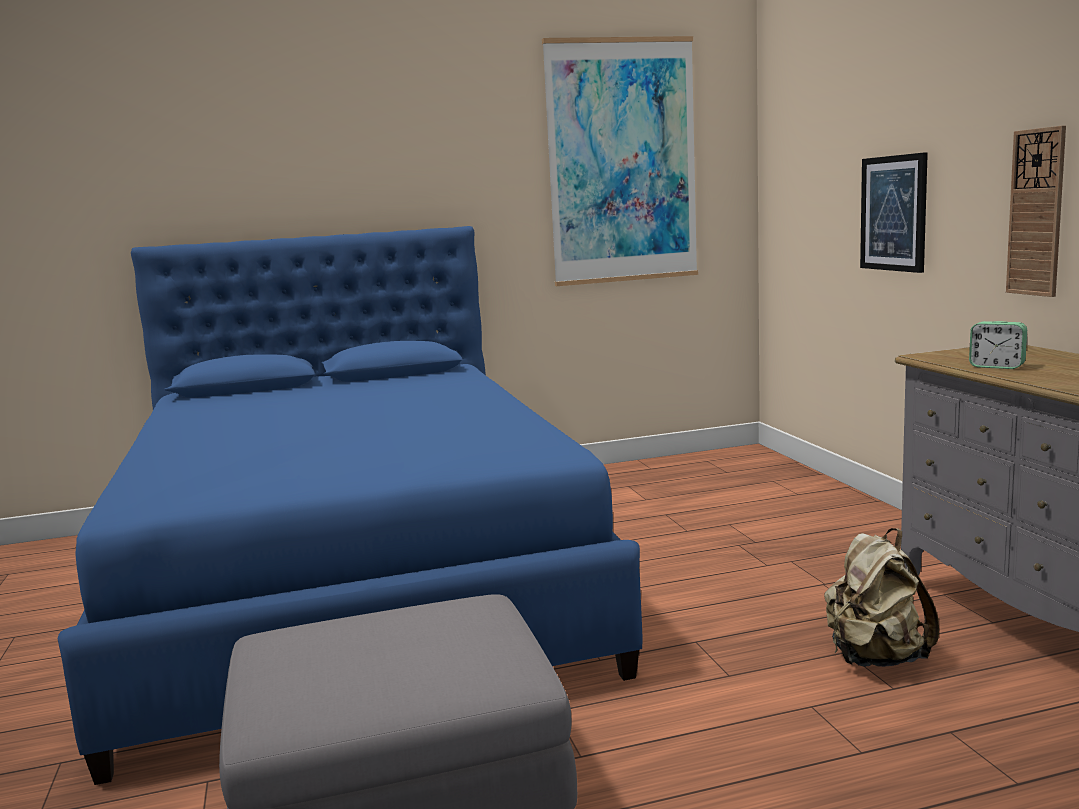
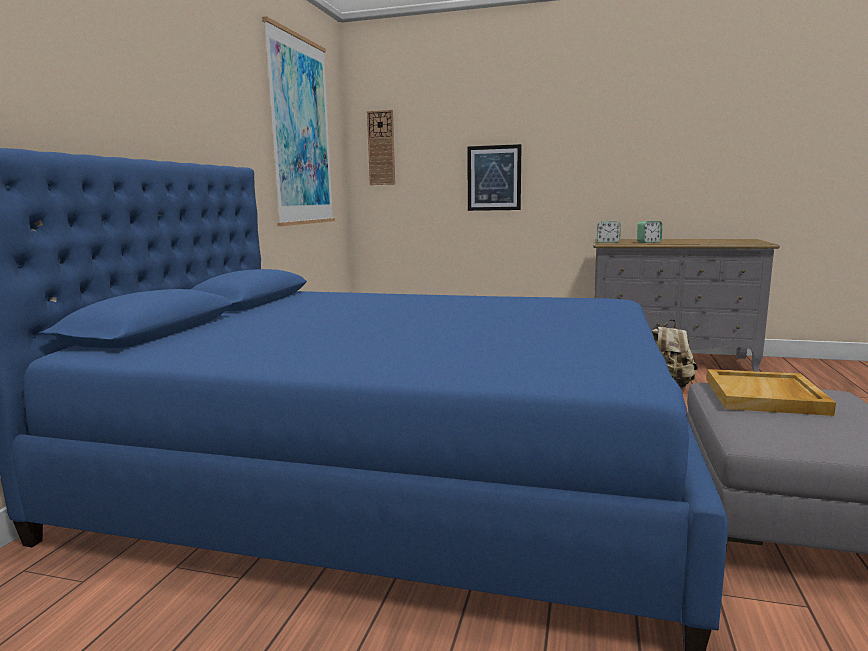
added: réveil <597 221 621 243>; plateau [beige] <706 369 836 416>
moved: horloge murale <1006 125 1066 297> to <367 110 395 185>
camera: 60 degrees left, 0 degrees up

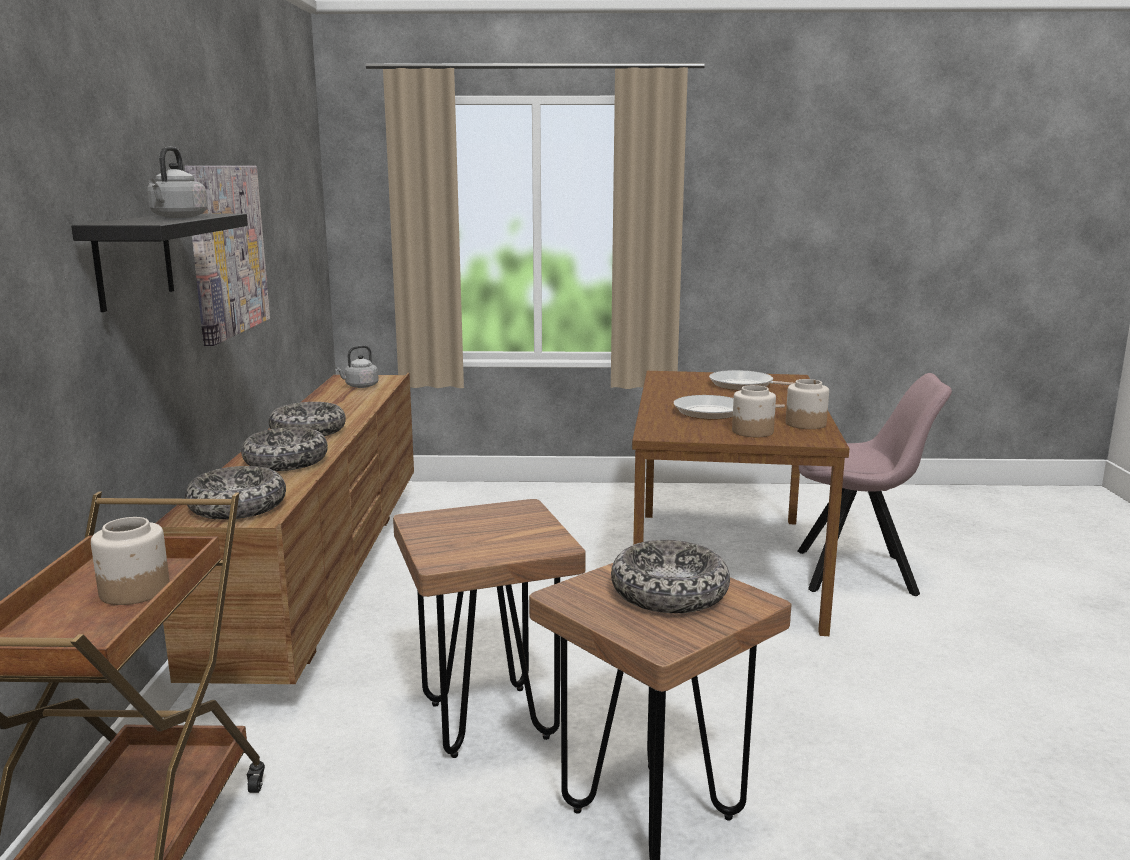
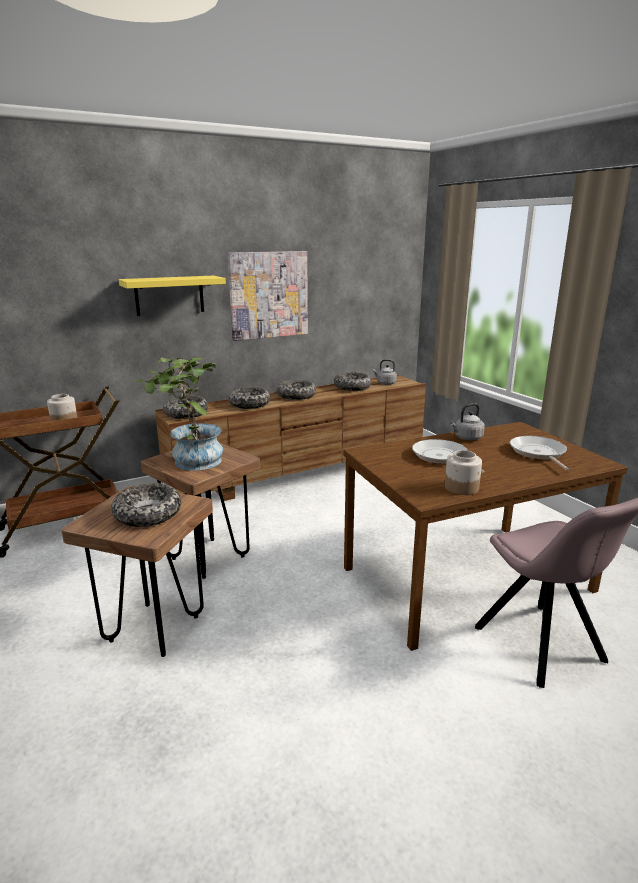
removed: bocal <732 385 776 437>
added: plante en pot <135 358 223 471>; bol <334 372 372 391>
moved: bouilloire [gris] <147 147 208 218> to <450 403 485 440>
recoloured: étagère [noir] <71 213 248 312> to étagère [jaune] <119 276 226 316>
camera: 60 degrees right, 5 degrees up

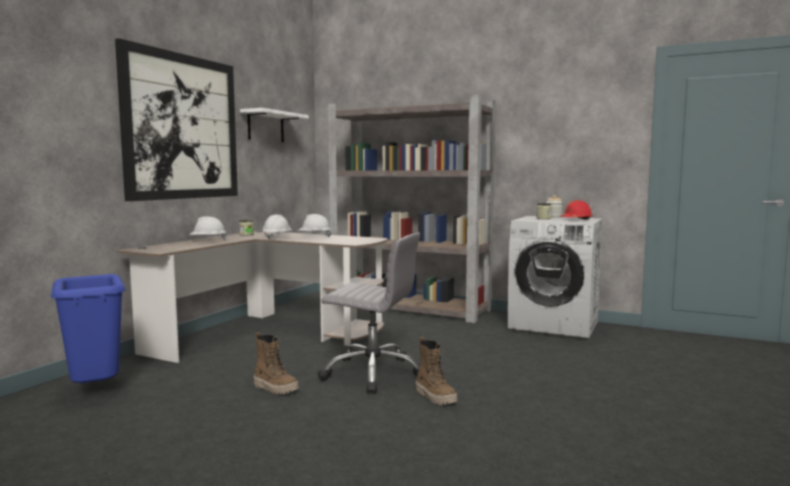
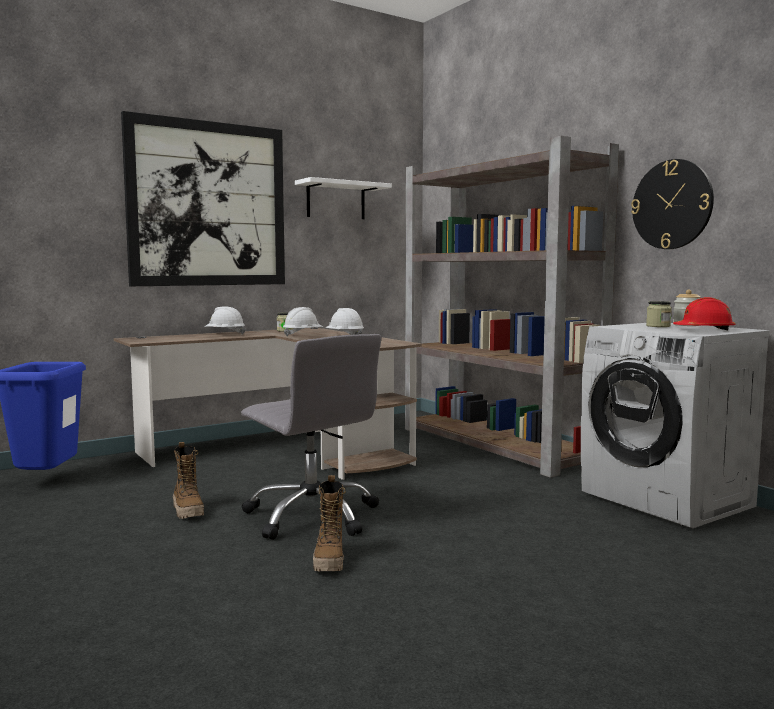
added: horloge murale <631 159 714 249>
camera: 30 degrees right, 0 degrees up

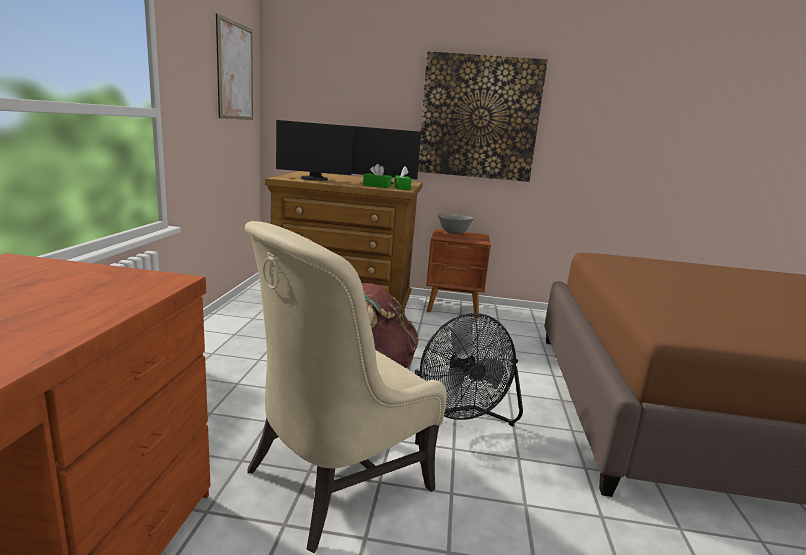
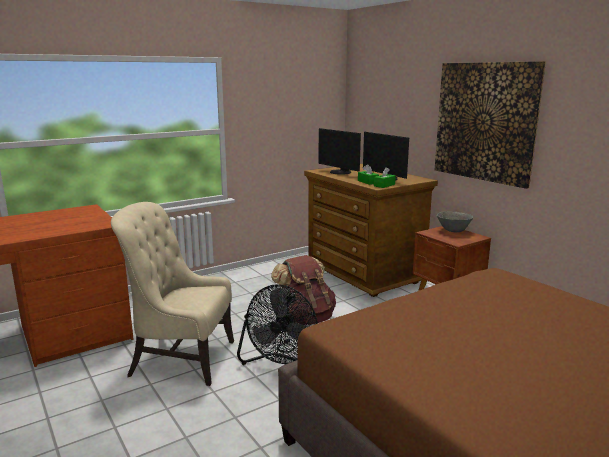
removed: tableau <216 13 253 120>
camera: 50 degrees right, 0 degrees up

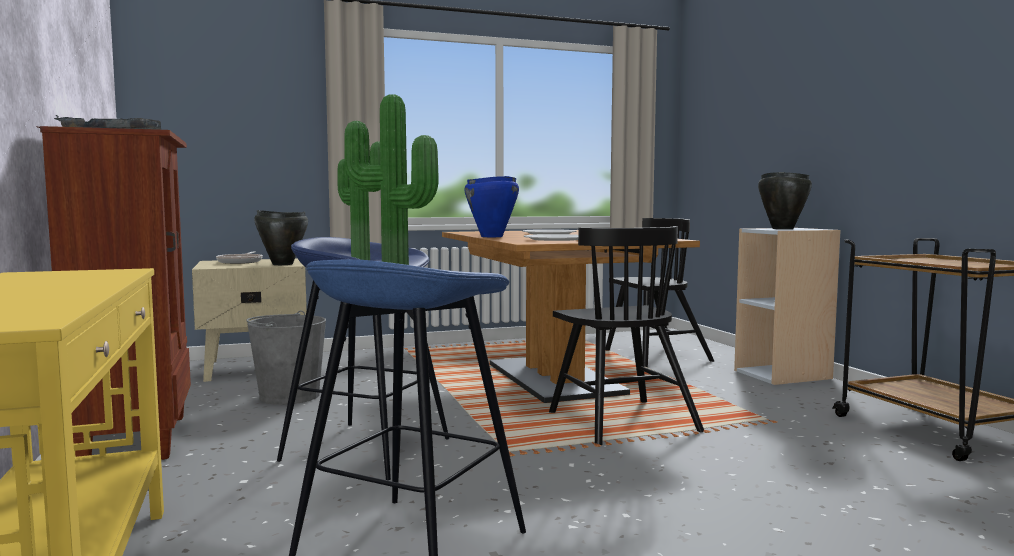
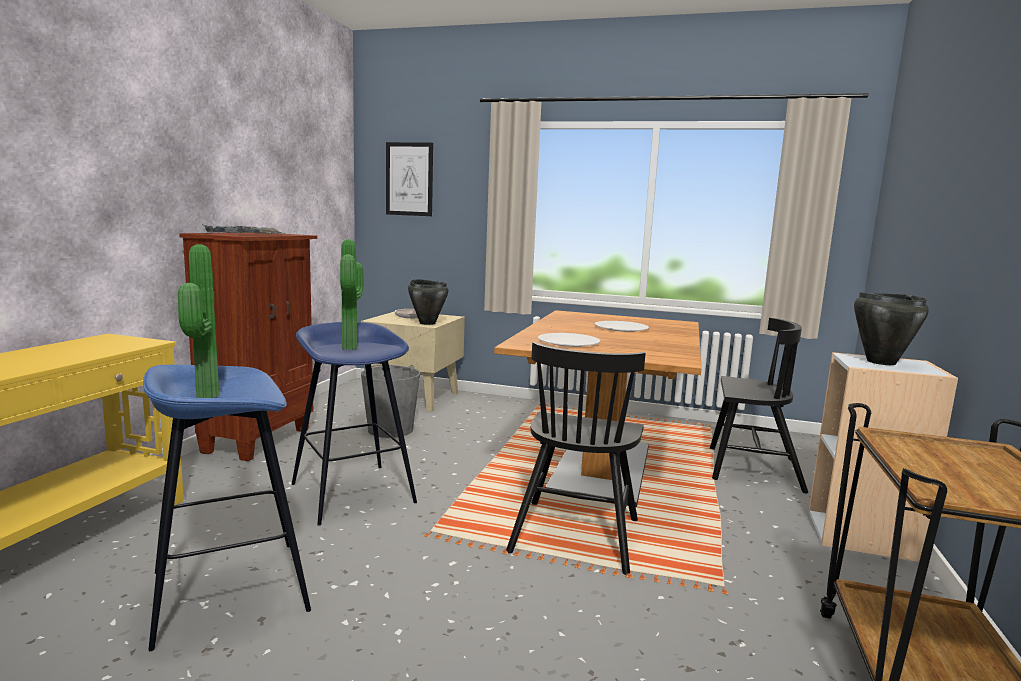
removed: marmite [bleu] <465 176 519 237>
added: tableau <386 142 433 216>
camera: 35 degrees right, 5 degrees up

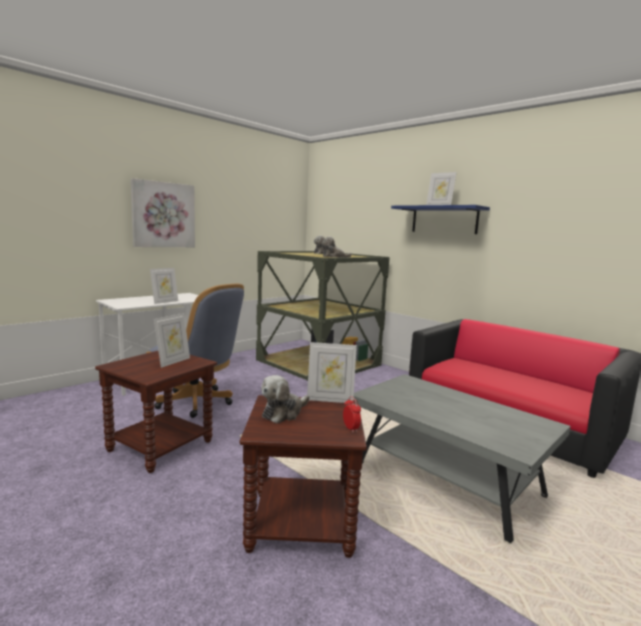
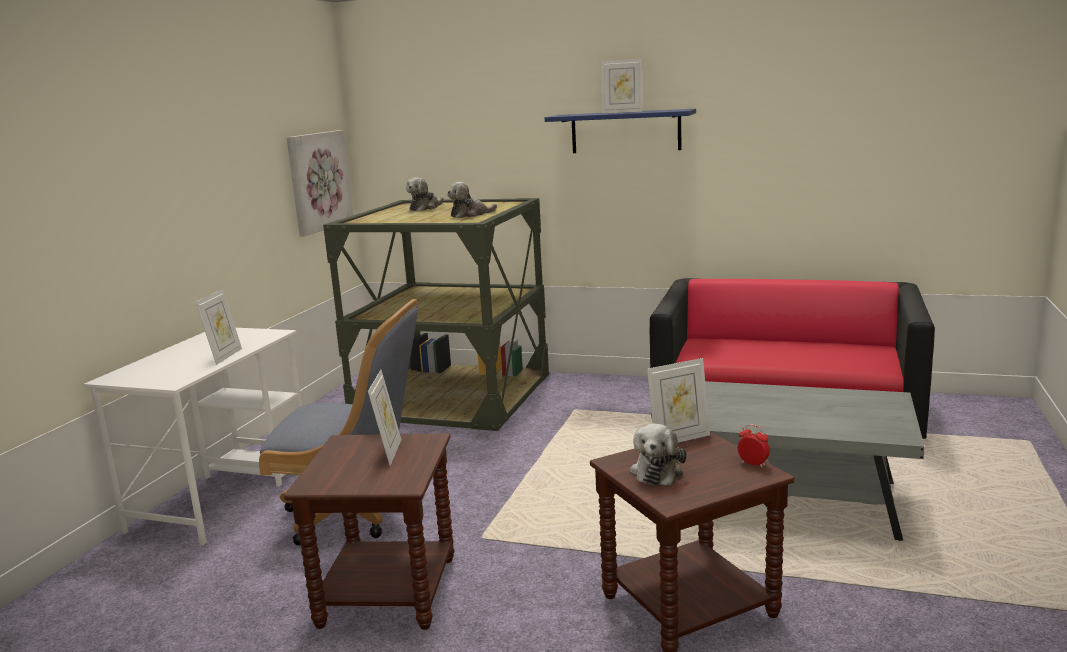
moved: tableau <131 178 195 247> to <287 130 353 237>
camera: 25 degrees left, 5 degrees up

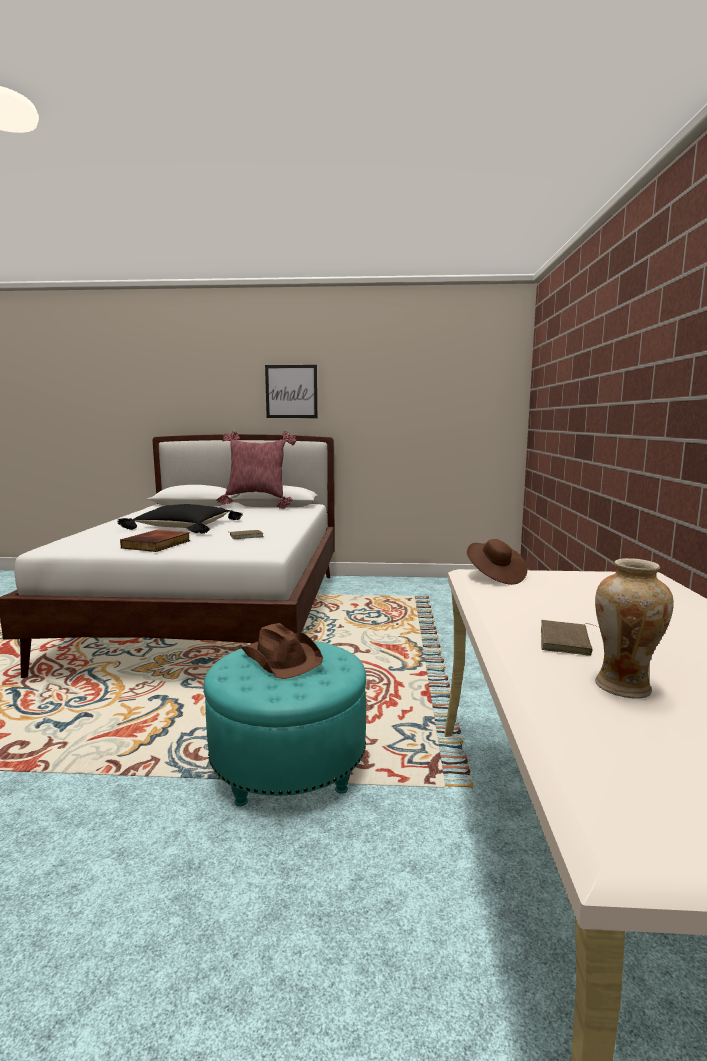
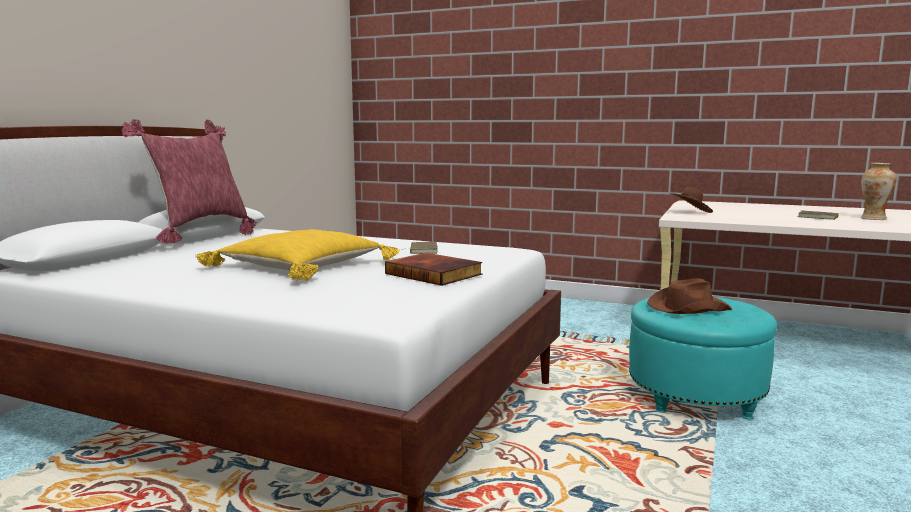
removed: tableau <265 365 318 418>
recoloured: coussin [noir] <117 504 243 534> to coussin [jaune] <195 229 400 281>
camera: 70 degrees left, 0 degrees up

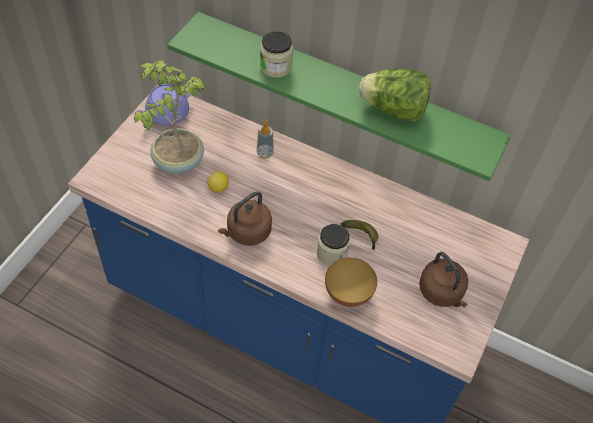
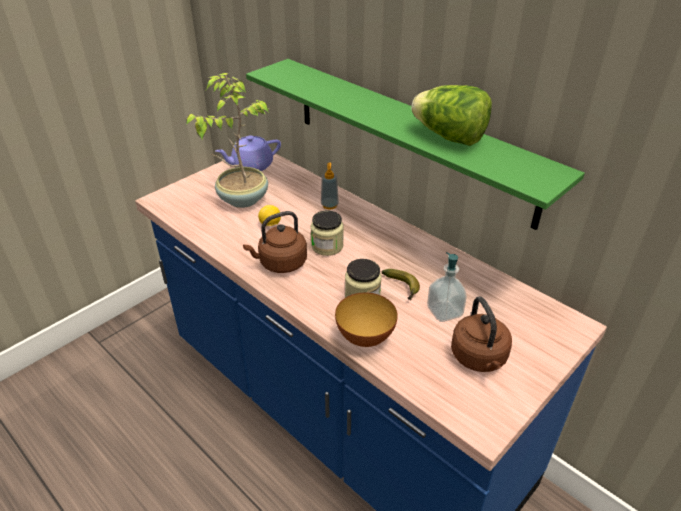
added: distributeur de savon <427 252 467 322>
moved: bocal <260 31 293 78> to <311 210 344 256>
camera: 20 degrees right, 15 degrees down

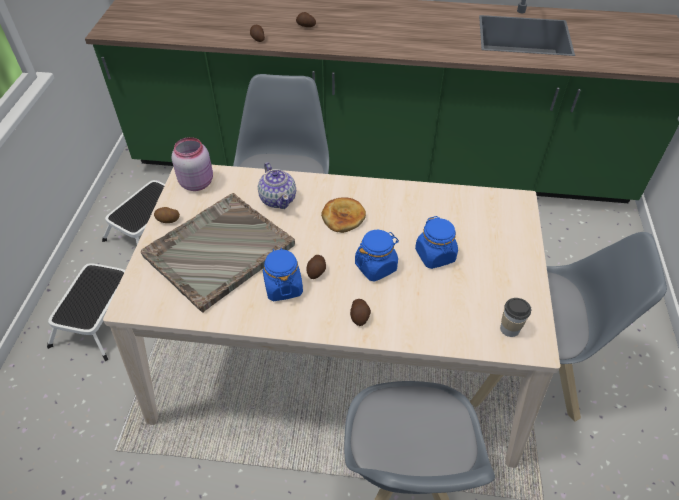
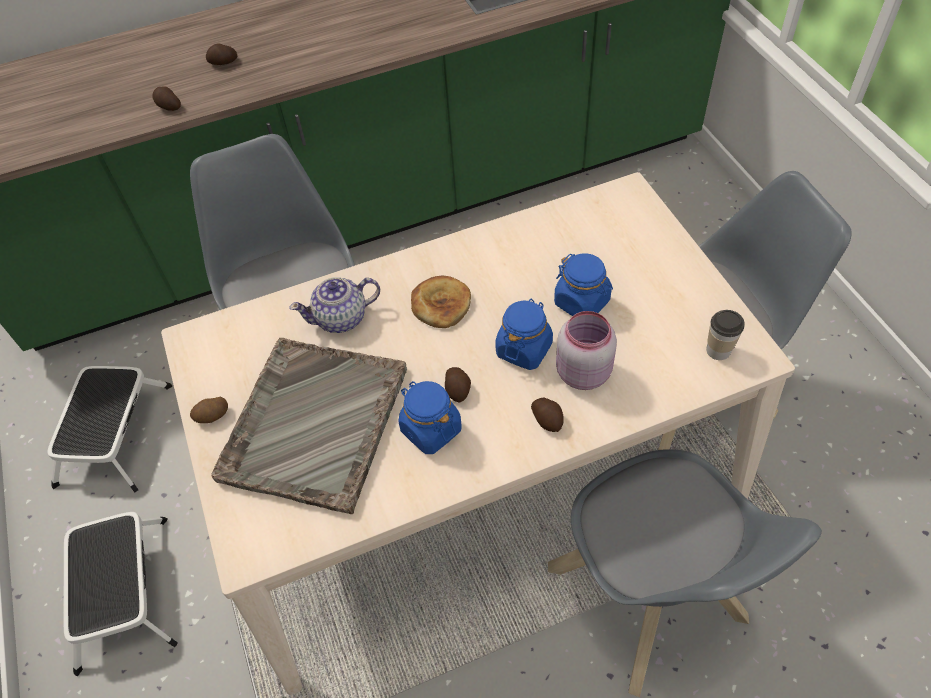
moved: bocal [rose] <172 137 213 191> to <556 311 617 390>
turned: théière <258 162 296 209> = <289 277 380 333> 120 degrees clockwise
camera: 25 degrees left, 5 degrees up

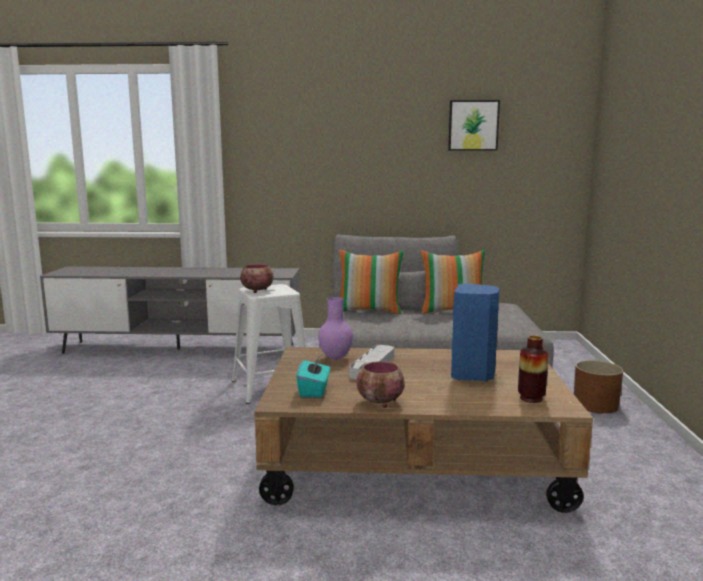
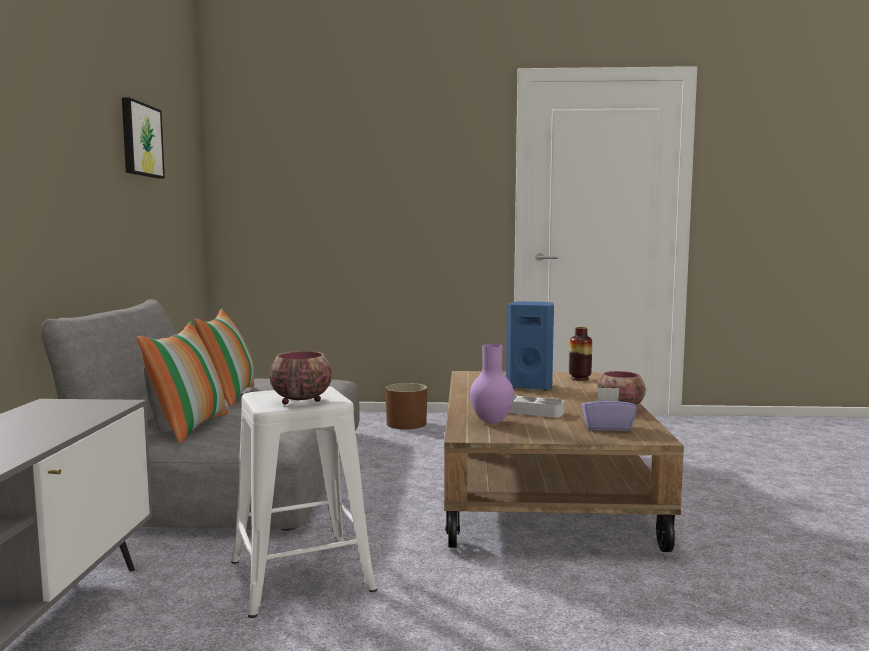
recoloured: boîte à mouchoirs [turquoise] <296 356 330 397> to boîte à mouchoirs [violet] <581 387 637 431>
camera: 90 degrees left, 5 degrees down

